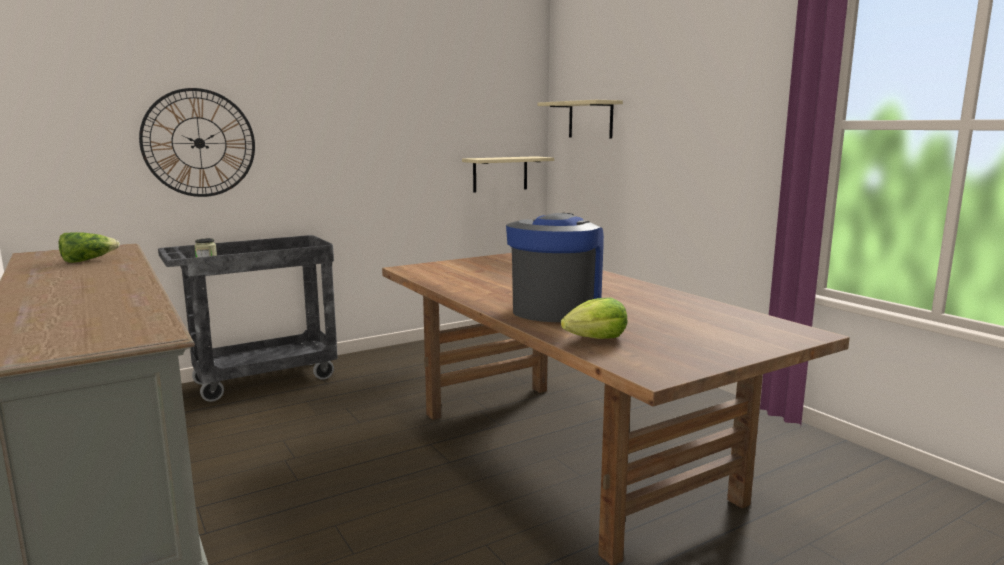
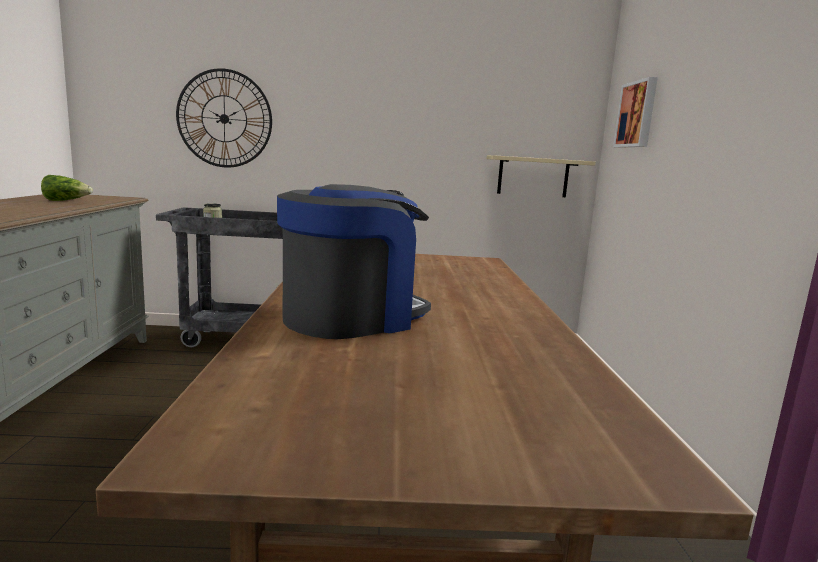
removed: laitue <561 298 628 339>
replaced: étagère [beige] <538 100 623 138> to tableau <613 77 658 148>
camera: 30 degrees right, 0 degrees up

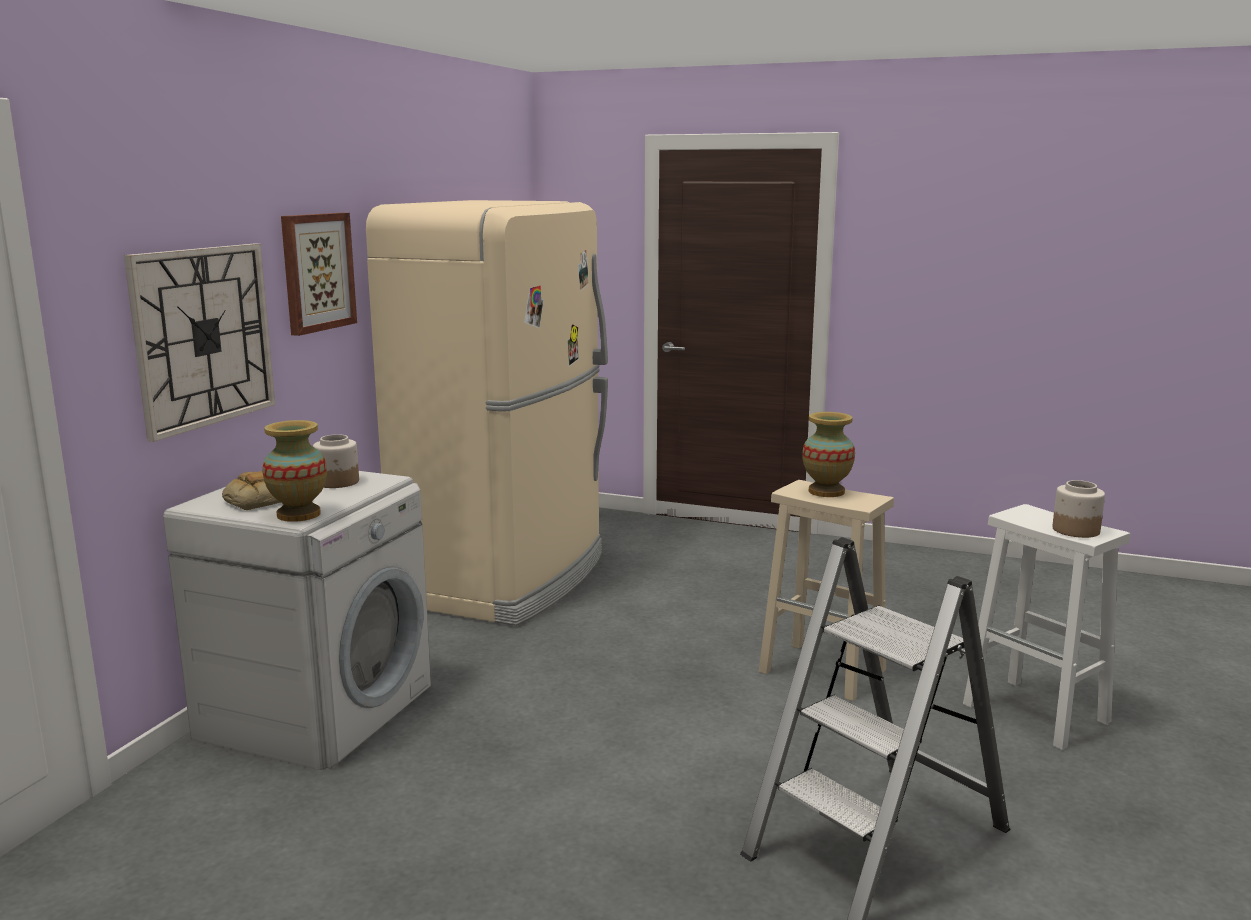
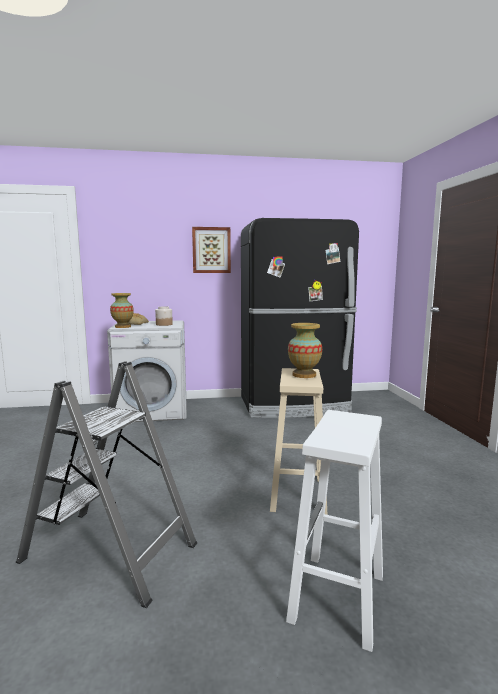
removed: horloge murale <124 243 275 442>; bocal <1052 480 1105 538>
recoloured: réfrigérateur [beige] <366 200 608 626> to réfrigérateur [noir] <241 218 359 418>
camera: 60 degrees right, 5 degrees down

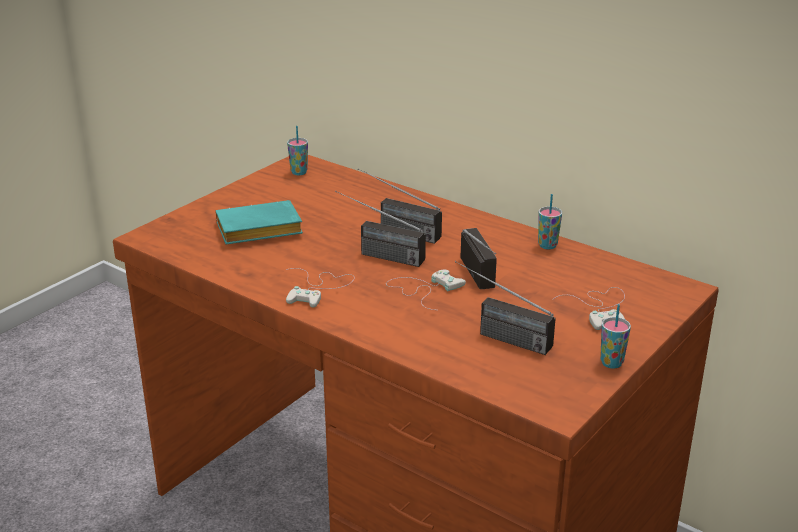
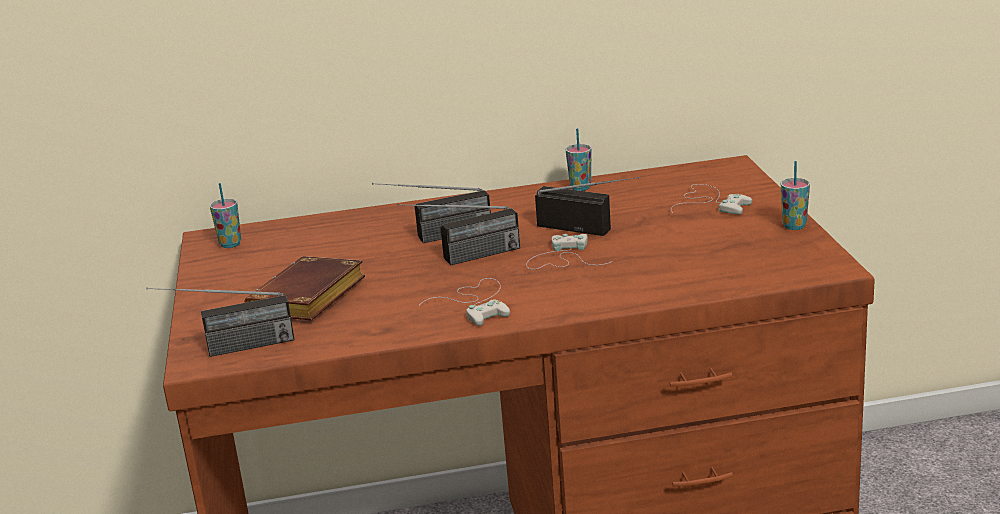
moved: radio <455 261 556 355> to <147 288 294 357>
recoloured: livre [turquoise] <216 200 303 244> to livre [marron] <244 256 365 321>
camera: 45 degrees left, 5 degrees down

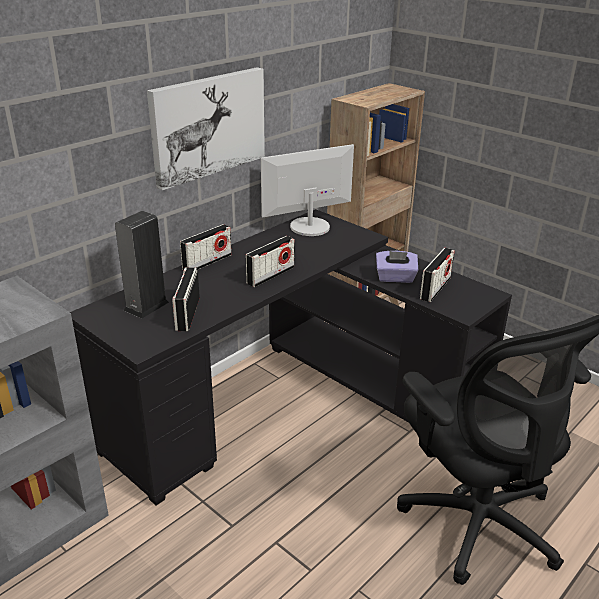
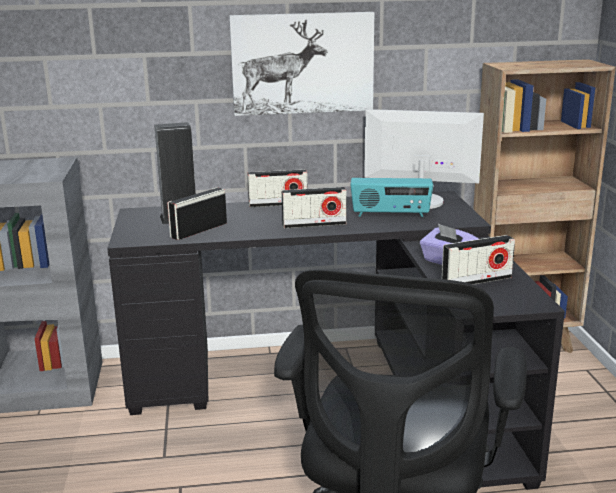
added: radio <351 178 433 217>
camera: 40 degrees right, 10 degrees down

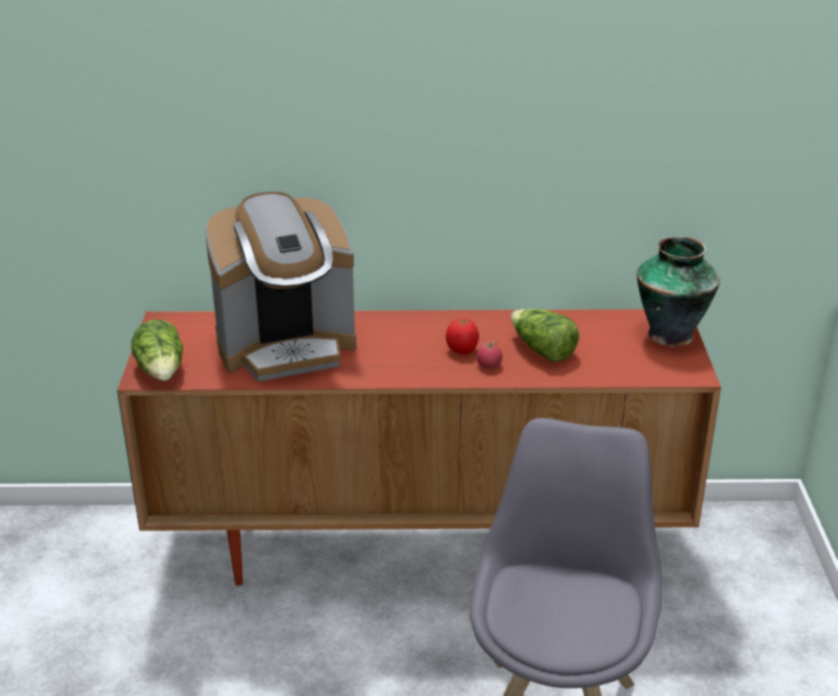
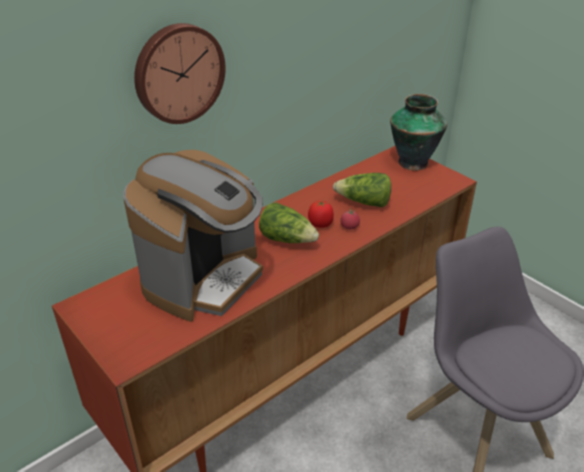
added: horloge murale <134 23 226 124>
moved: laitue <131 319 183 381> to <259 202 319 243>
camera: 40 degrees left, 5 degrees up

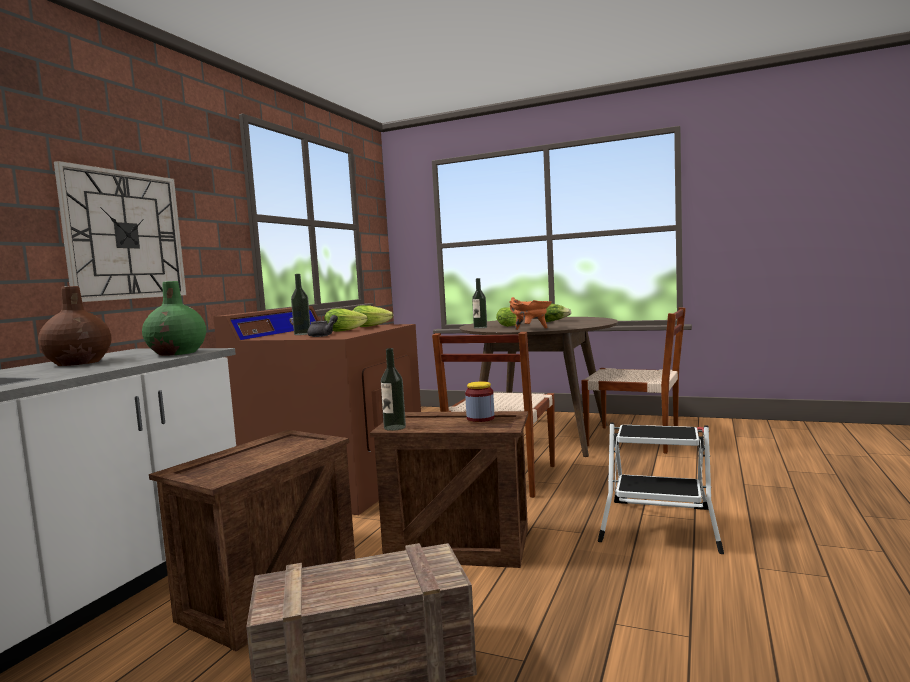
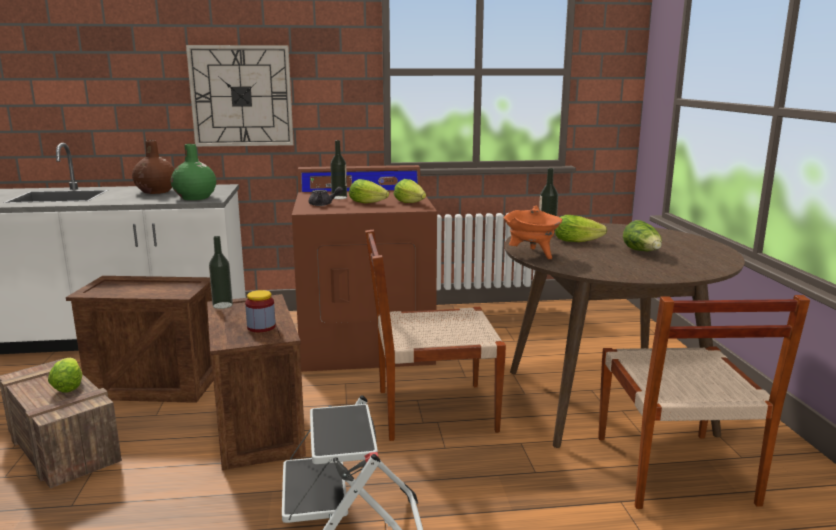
added: laitue <48 358 83 393>
camera: 60 degrees right, 10 degrees up

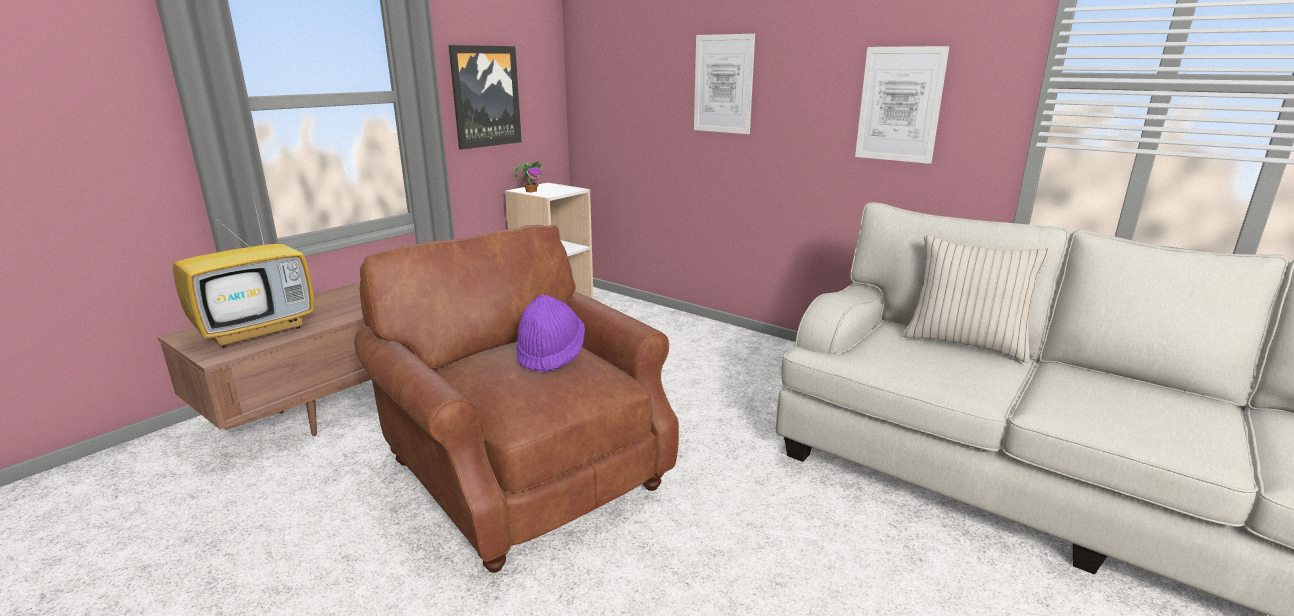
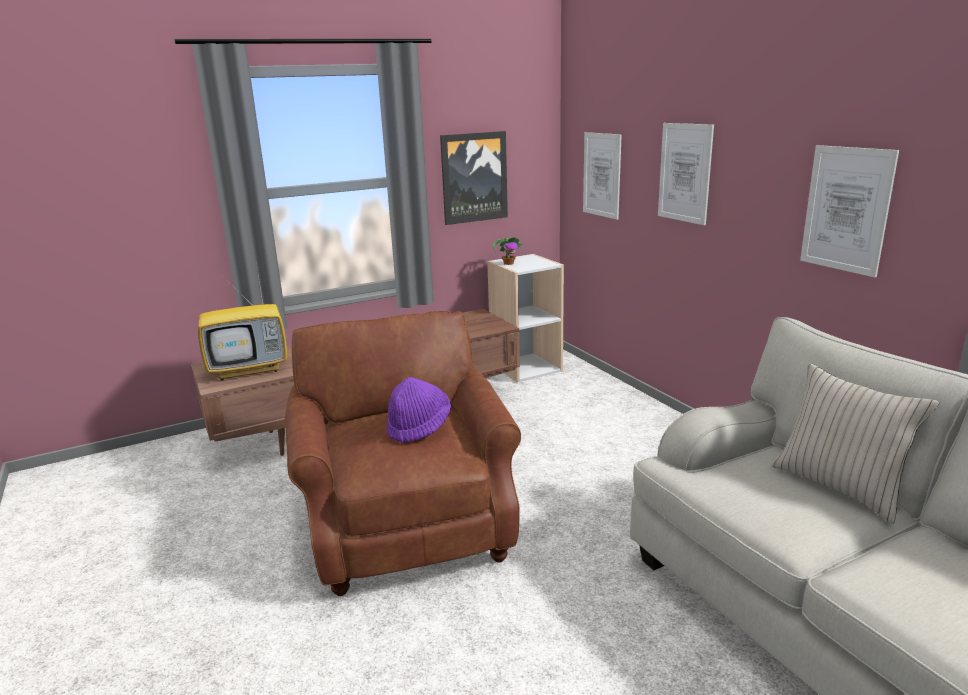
added: tableau <583 132 622 219>
camera: 25 degrees right, 0 degrees up

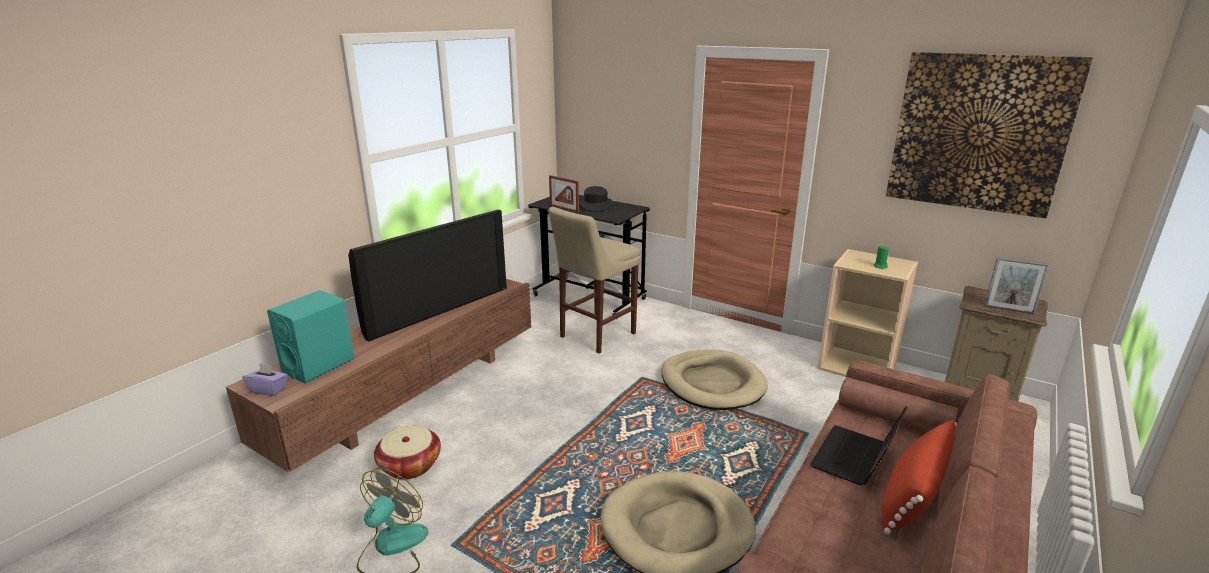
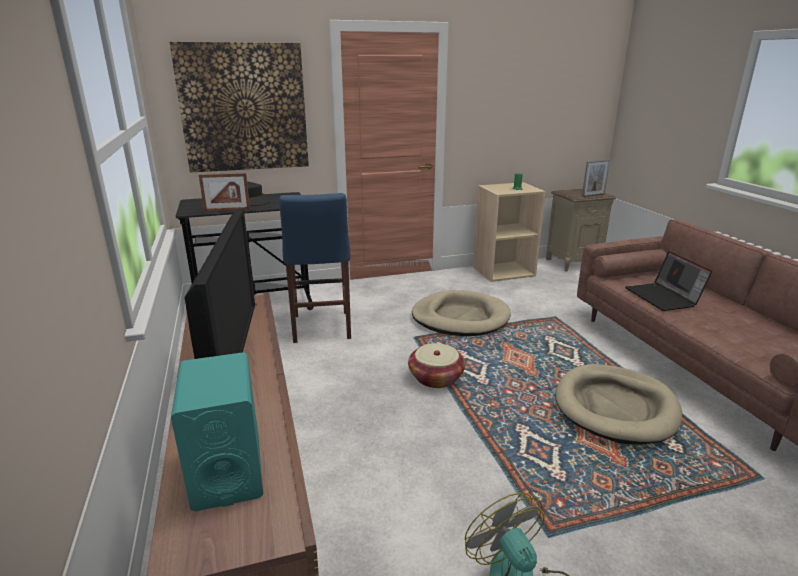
removed: boîte à mouchoirs [violet] <242 363 288 396>; coussin [rouge] <881 420 957 535>
moved: tableau <886 52 1093 218> to <169 42 309 173>; panier <374 426 441 480> to <408 343 465 388>
recoloured: tabouret [beige] <548 207 641 354> to tabouret [bleu] <279 193 351 343>
camera: 50 degrees left, 0 degrees up

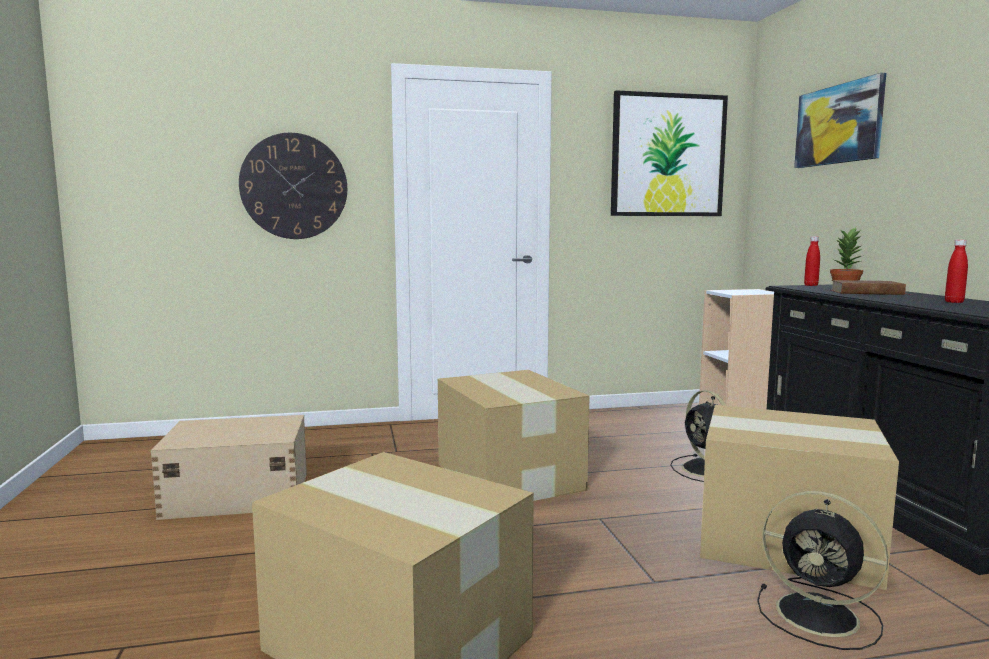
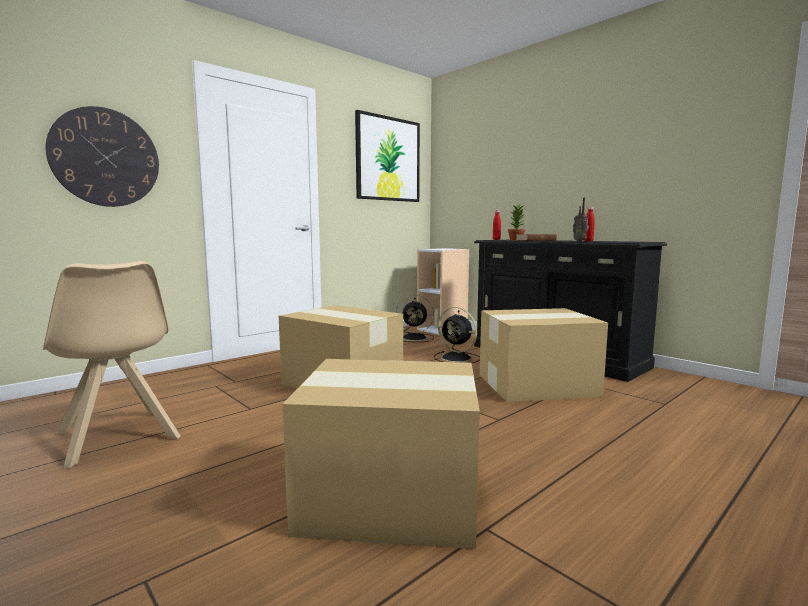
removed: tableau <794 73 886 168>
added: radio <573 198 589 242>
moved: ventilateur [noir] <757 491 888 650> to <396 295 434 342>
replaced: boîte de rangement [beige] <151 415 307 520> to chaise [beige] <43 261 180 468>
camera: 30 degrees left, 0 degrees up

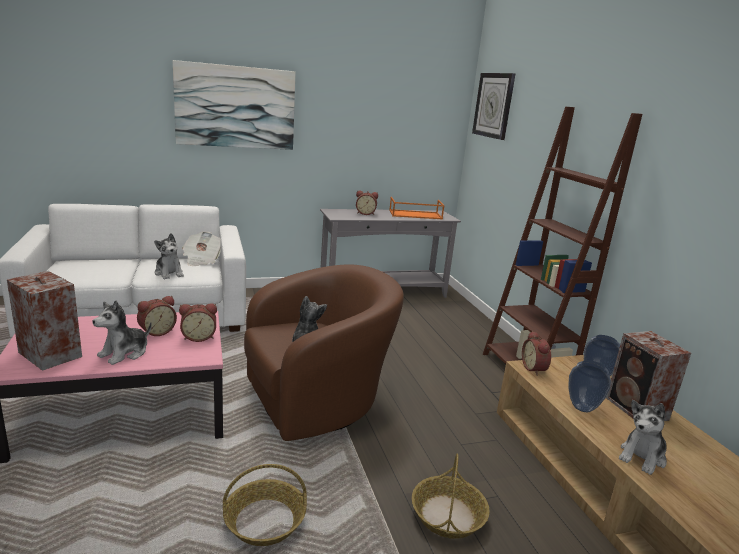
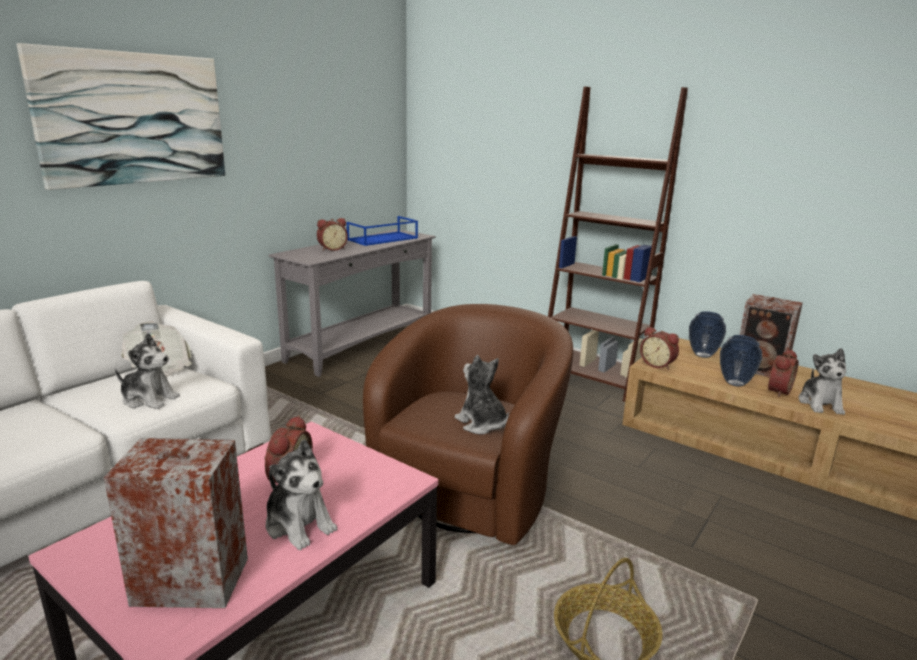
removed: horloge murale <472 73 515 140>; panier <412 453 490 539>
moved: réveil <179 303 217 342> to <766 350 798 397>
recoloured: plateau [orange] <389 197 445 219> to plateau [bleu] <347 216 418 246>
turned: peluche <92 300 152 365> = <266 439 337 550> 45 degrees counterclockwise
camera: 35 degrees left, 0 degrees up

